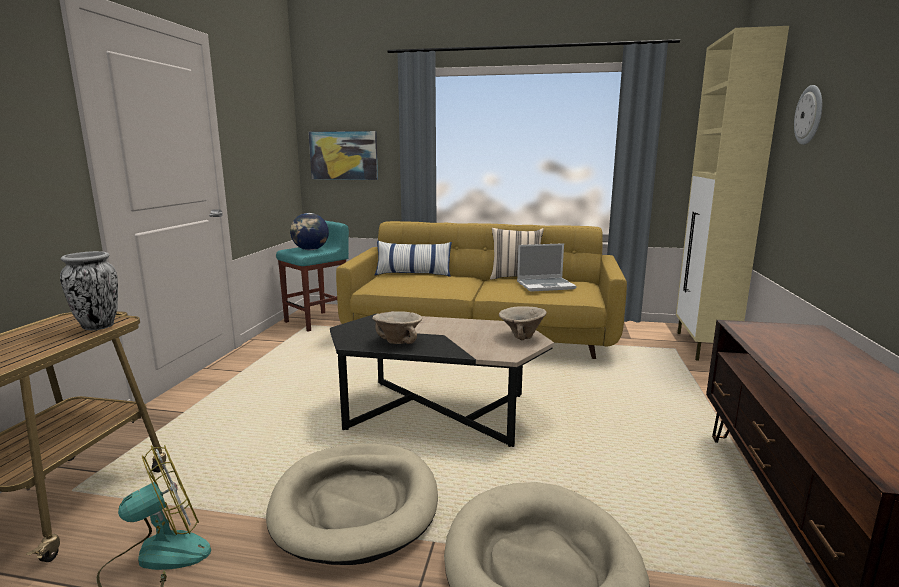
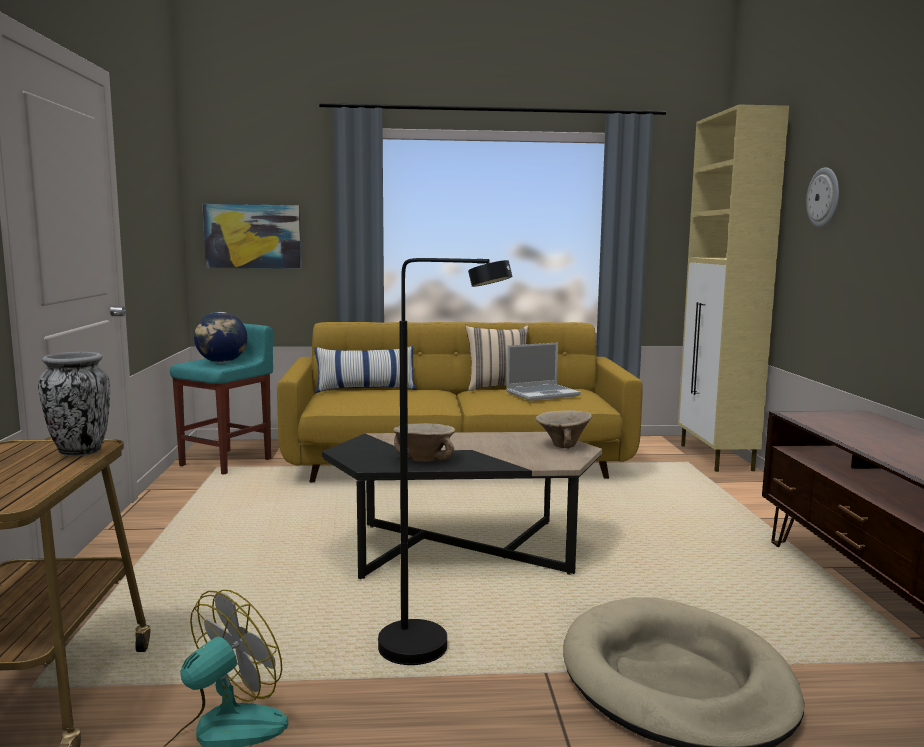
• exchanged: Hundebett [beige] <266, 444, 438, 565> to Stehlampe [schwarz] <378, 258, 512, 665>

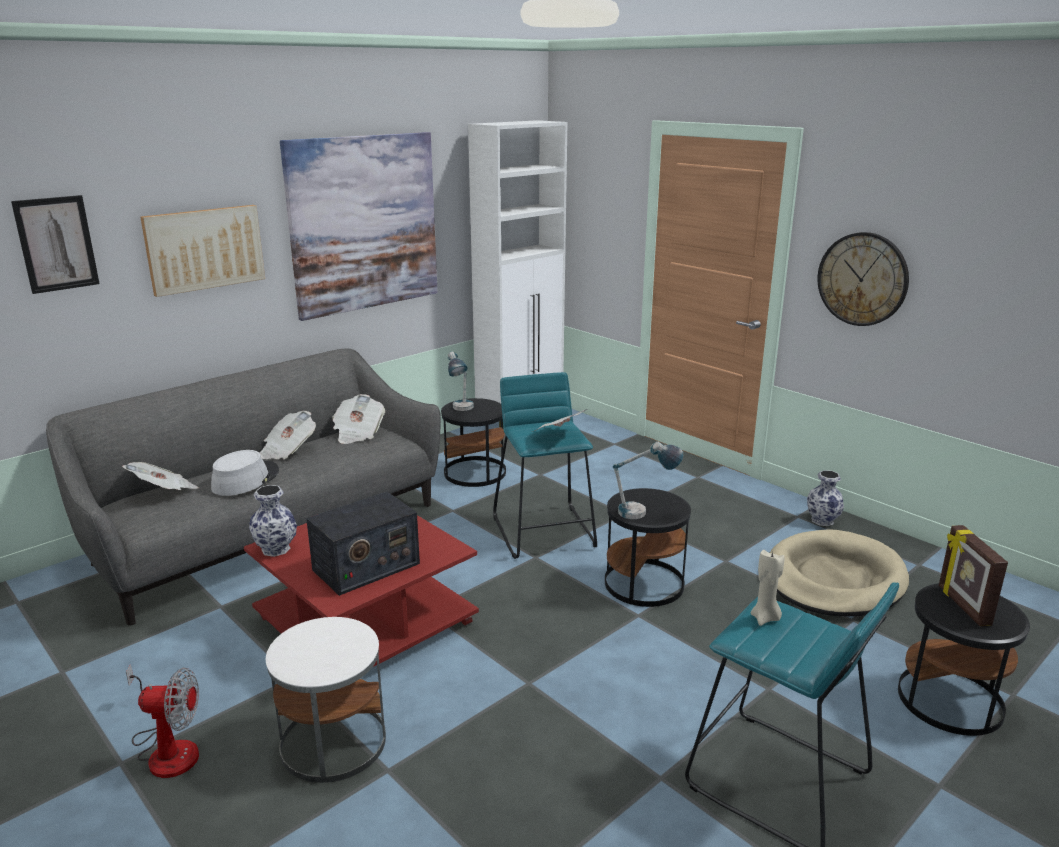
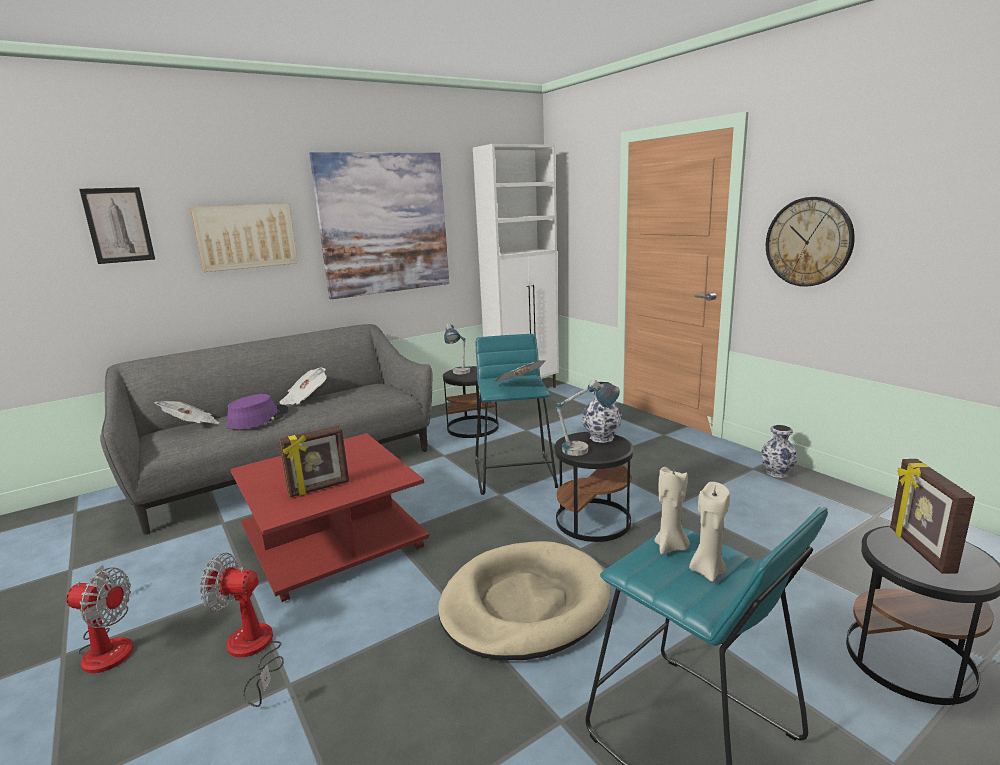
• colour: Hut [grau] <211, 450, 279, 496> to Hut [lila] <227, 394, 289, 429>
• relocated: Vase <249, 485, 297, 557> to <582, 382, 622, 443>
• exchanged: Beistelltisch [weiß] <266, 617, 386, 783> to Ventilator <200, 553, 284, 707>
• exchanged: Radio <306, 492, 420, 596> to Bilderrahmen <279, 425, 349, 497>
• missing: Zeitung <332, 394, 385, 444>
• relocated: Hundebett [beige] <770, 529, 909, 616> to <438, 541, 610, 660>
• appeared: Kerze [beige] <689, 482, 730, 582>

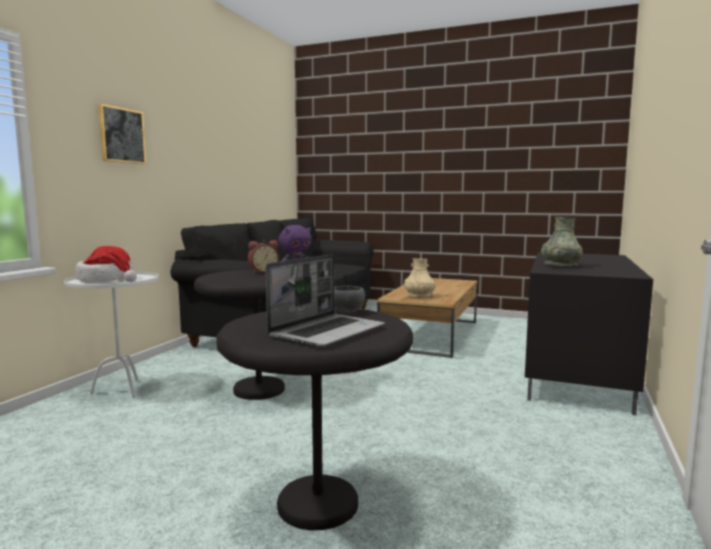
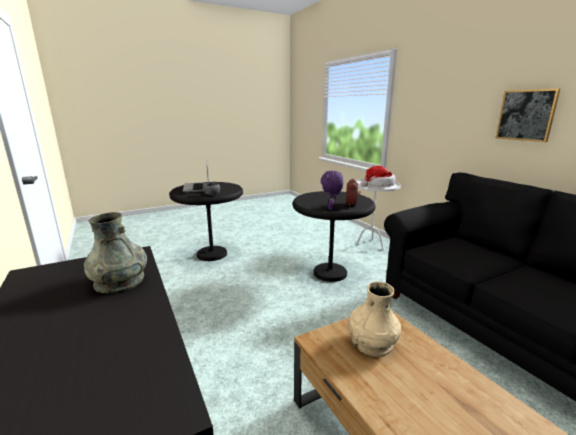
• relocated: Bild <98, 104, 146, 164> to <496, 88, 560, 142>

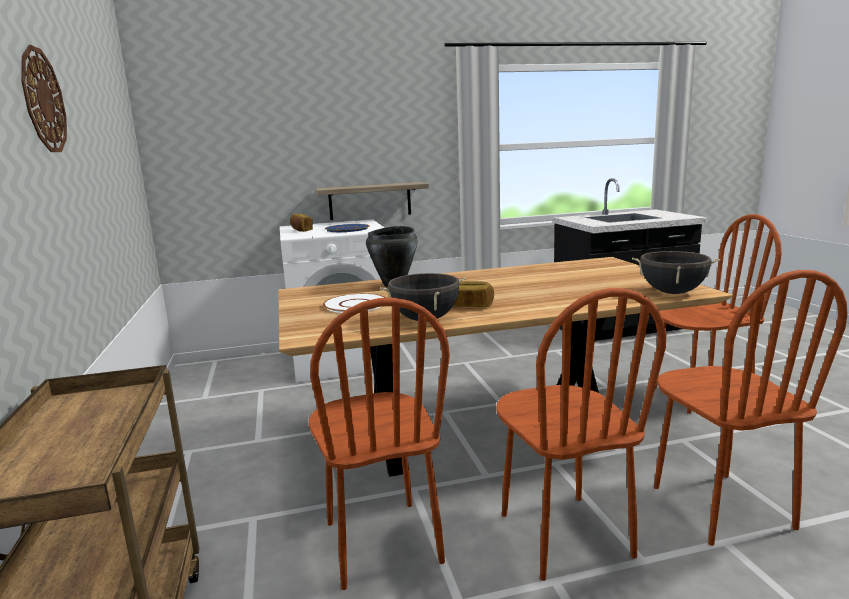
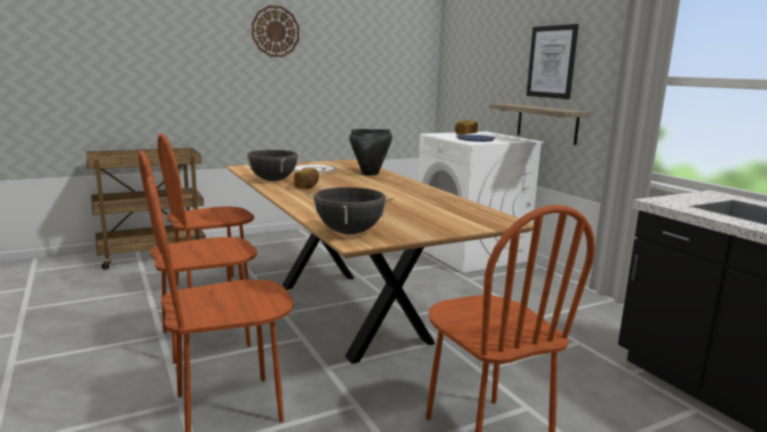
• appeared: Bild <526, 24, 579, 99>

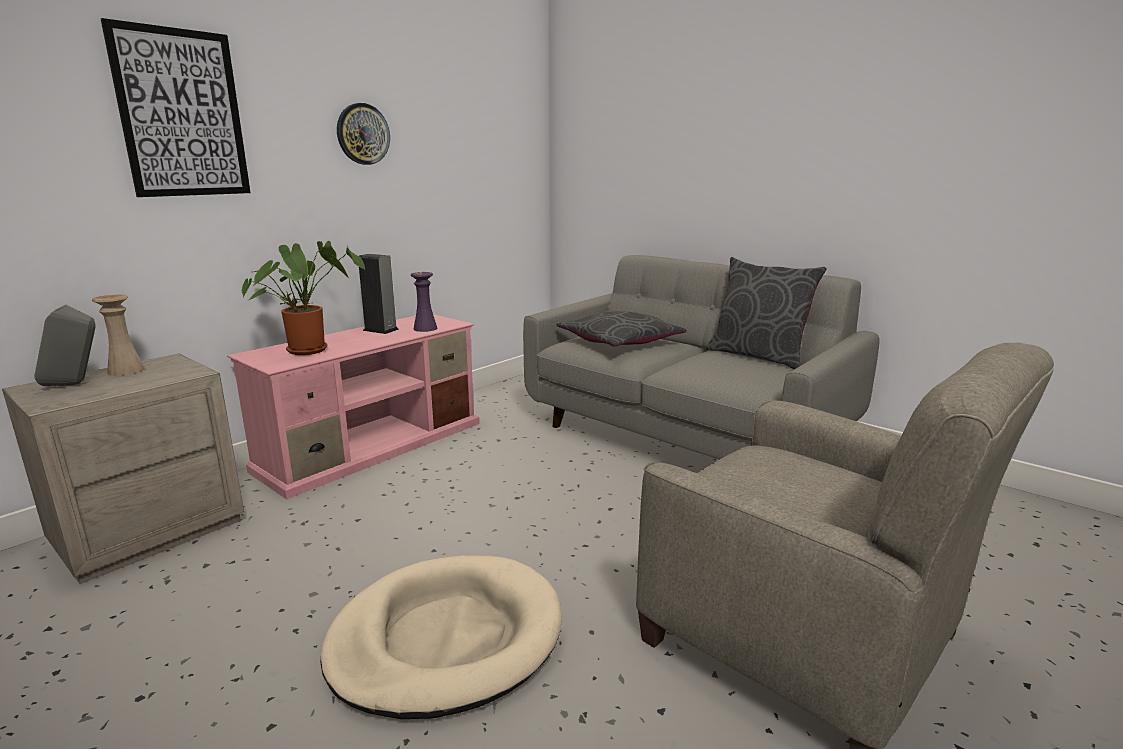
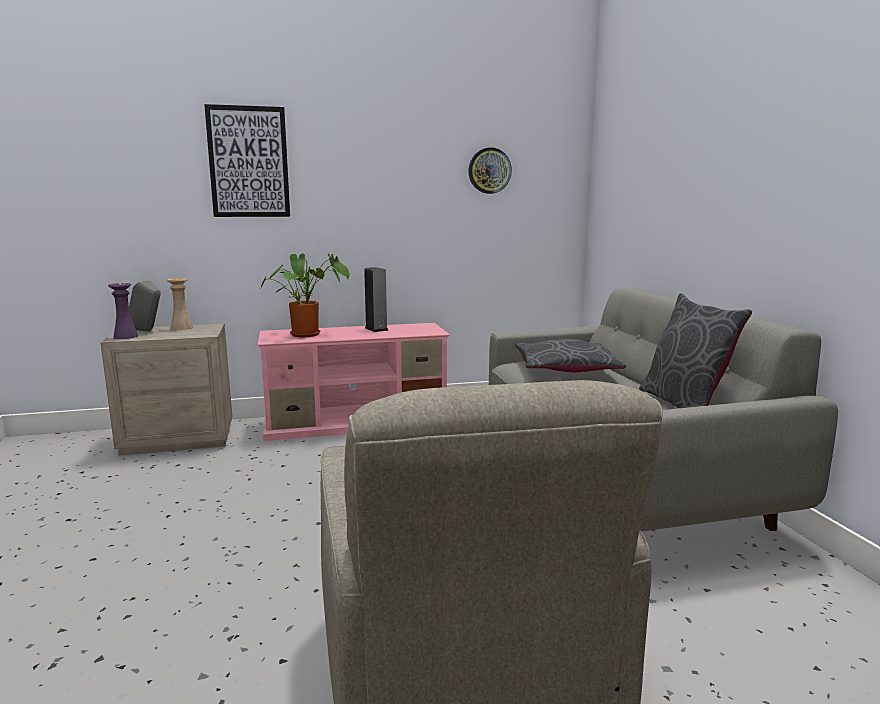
• missing: Hundebett [beige] <321, 555, 562, 719>
• relocated: Wanduhr <337, 103, 390, 165> to <468, 147, 512, 194>
• relocated: Vase [lila] <411, 272, 437, 332> to <108, 283, 138, 339>

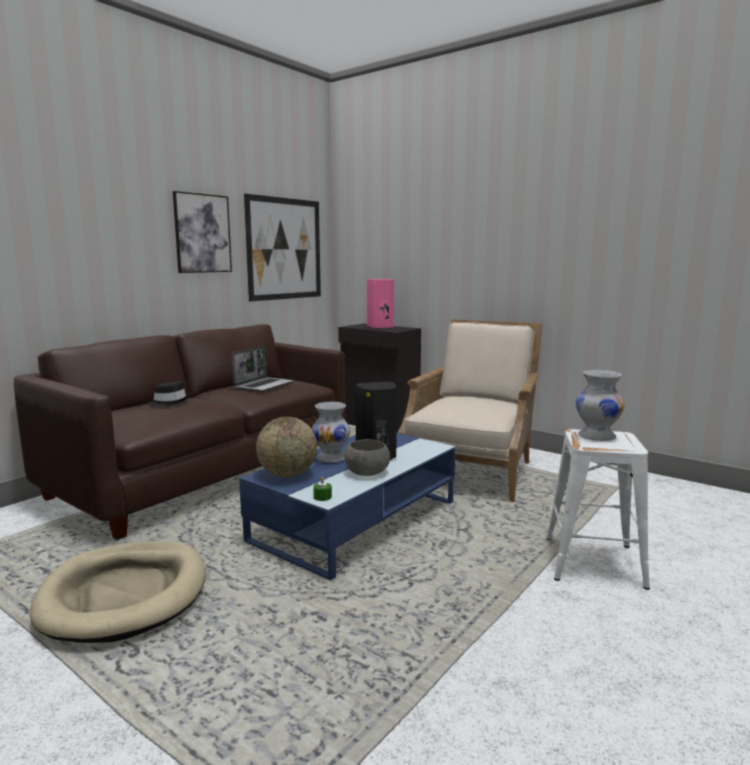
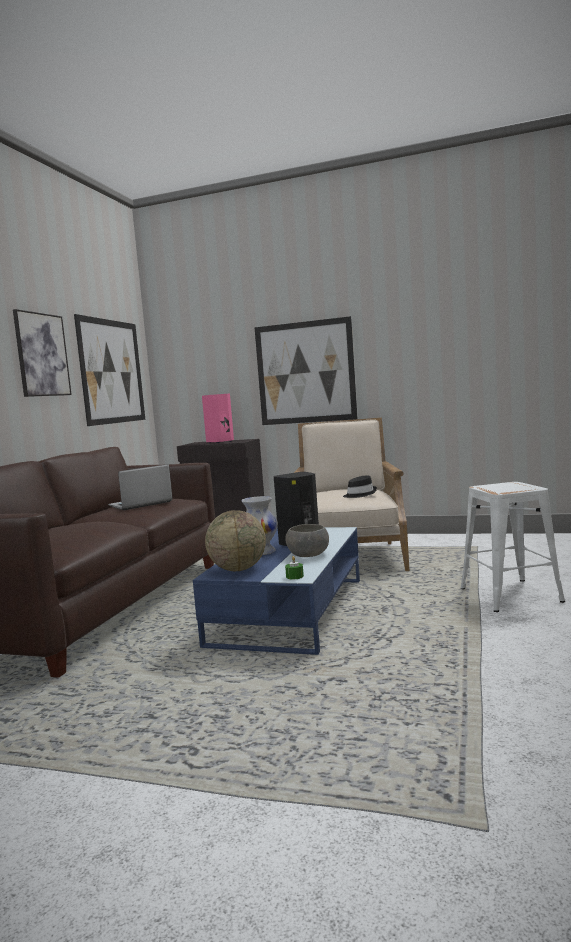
• missing: Hundebett [beige] <30, 541, 206, 643>
• relocated: Hut [schwarz] <149, 381, 190, 406> to <343, 476, 377, 498>
• spun: Laptop <232, 346, 293, 392> = <108, 464, 173, 510> 135 degrees counterclockwise
• missing: Vase [weiß] <576, 370, 625, 441>
• appeared: Bild <255, 316, 358, 425>

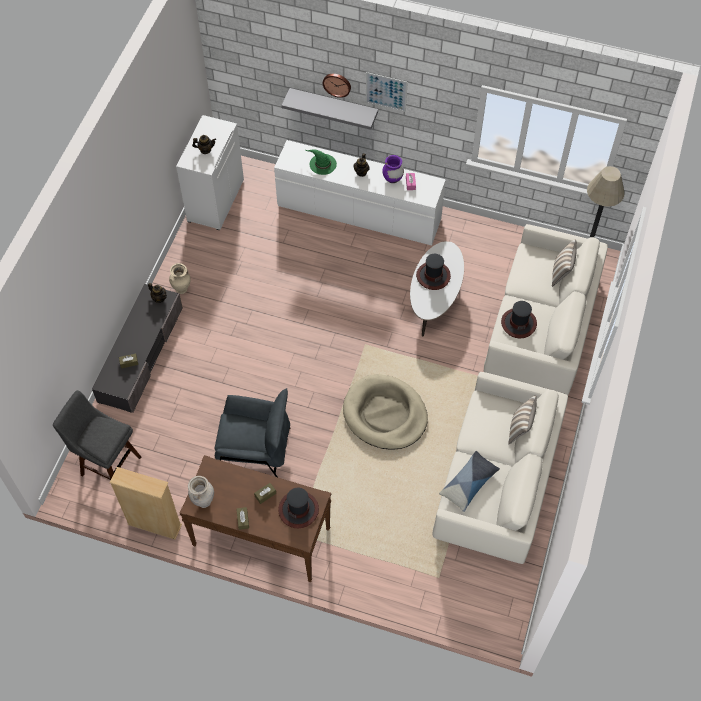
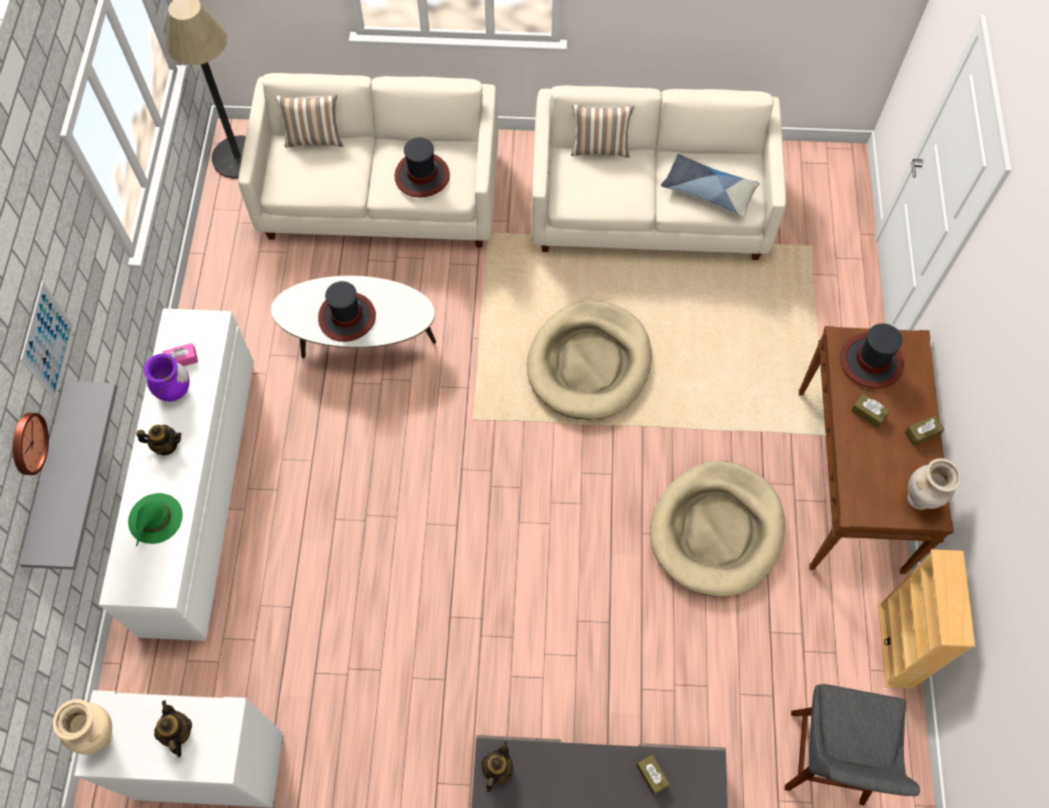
• relocated: Vase [beige] <169, 263, 190, 294> to <53, 699, 113, 755>
• exchanged: Sessel [grau] <215, 388, 290, 477> to Hundebett [beige] <650, 461, 785, 597>

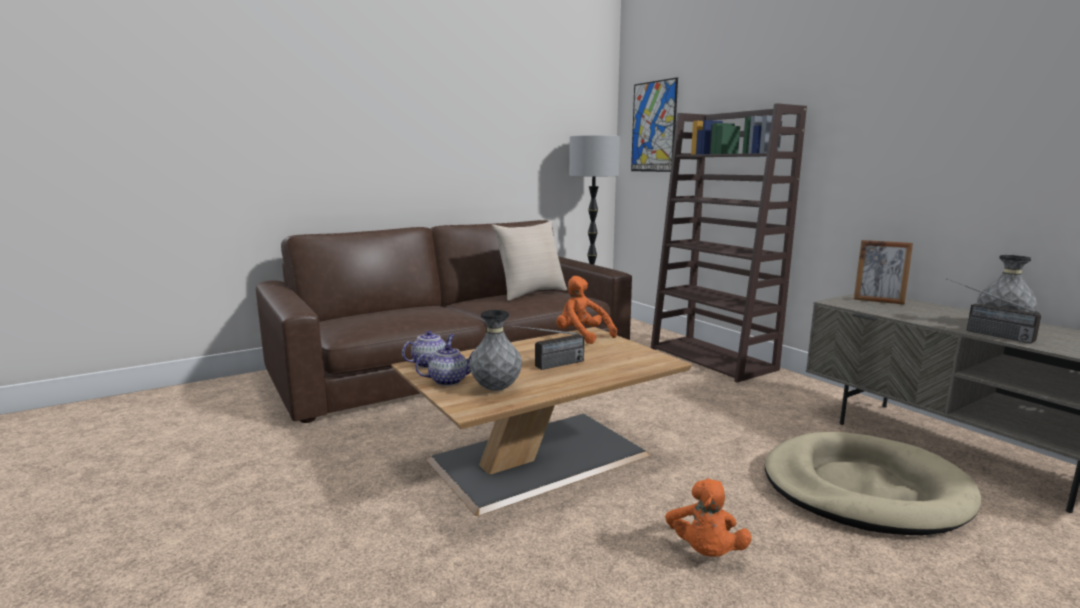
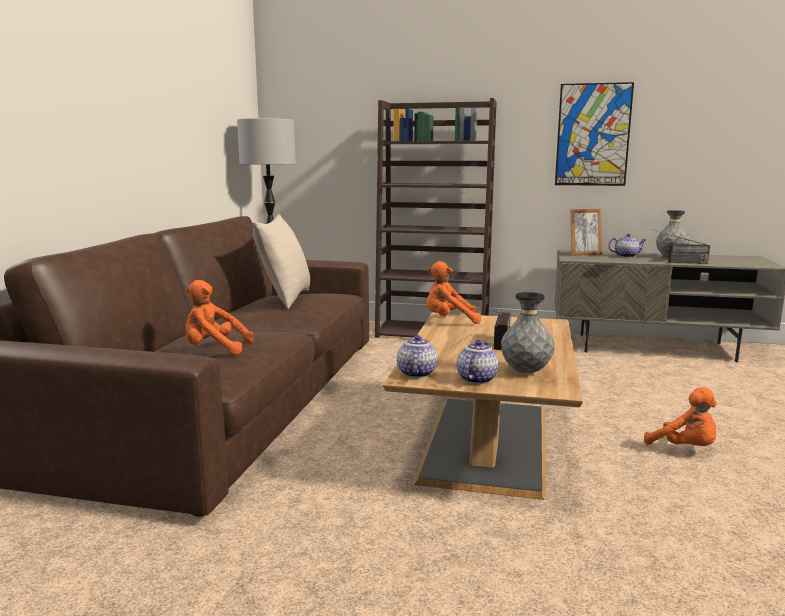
• relocated: Bild <631, 78, 678, 172> to <555, 82, 634, 186>
• missing: Hundebett [beige] <765, 432, 981, 535>
• appeared: Plüschtier [orange] <186, 280, 254, 355>
• appeared: Teekanne <608, 233, 646, 257>

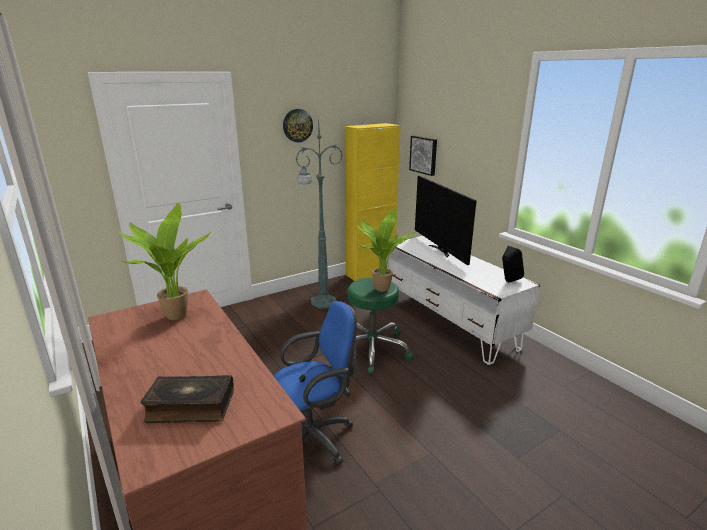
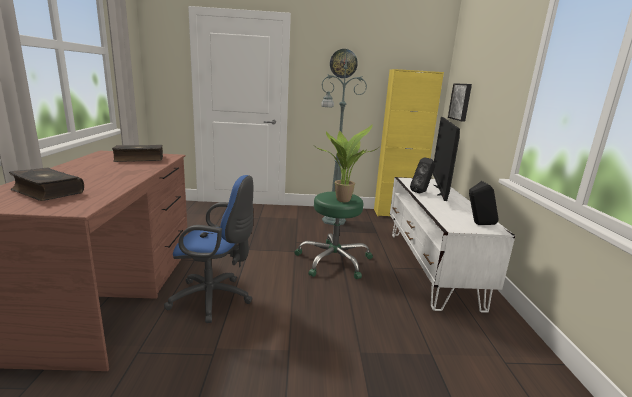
• exchanged: Topfpflanze <119, 202, 211, 320> to Buch <112, 145, 163, 162>
• appeared: Lautsprecher [schwarz] <410, 158, 435, 194>

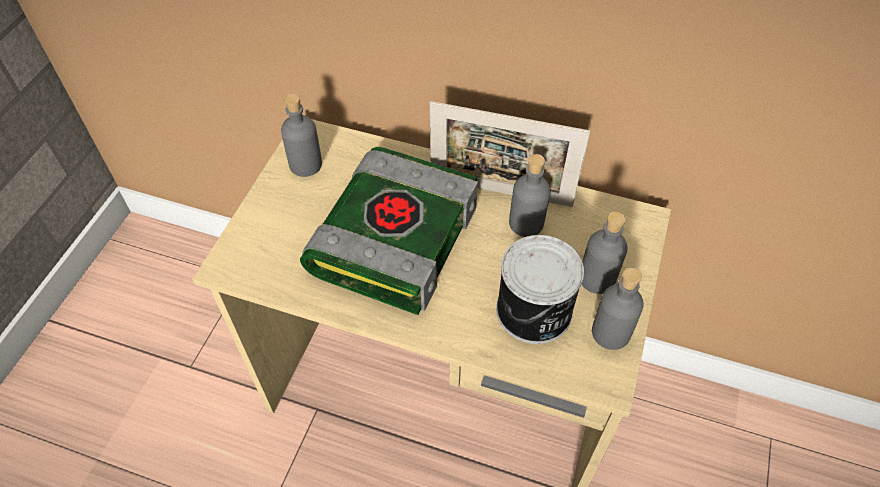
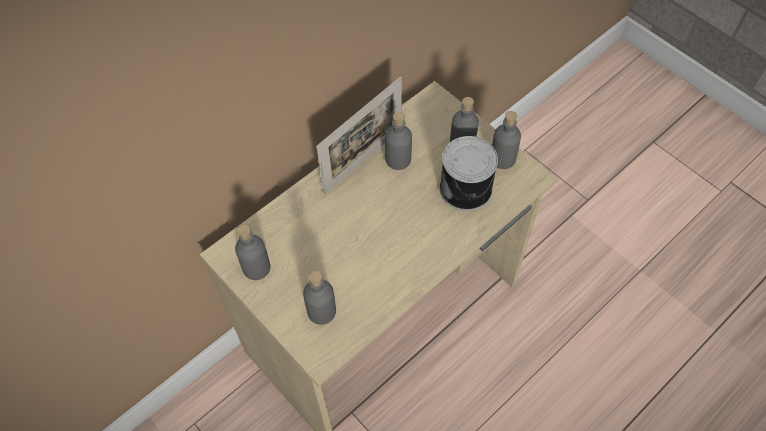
• missing: Buch <300, 147, 478, 315>
• appeared: Flasche [grau] <303, 271, 336, 325>

